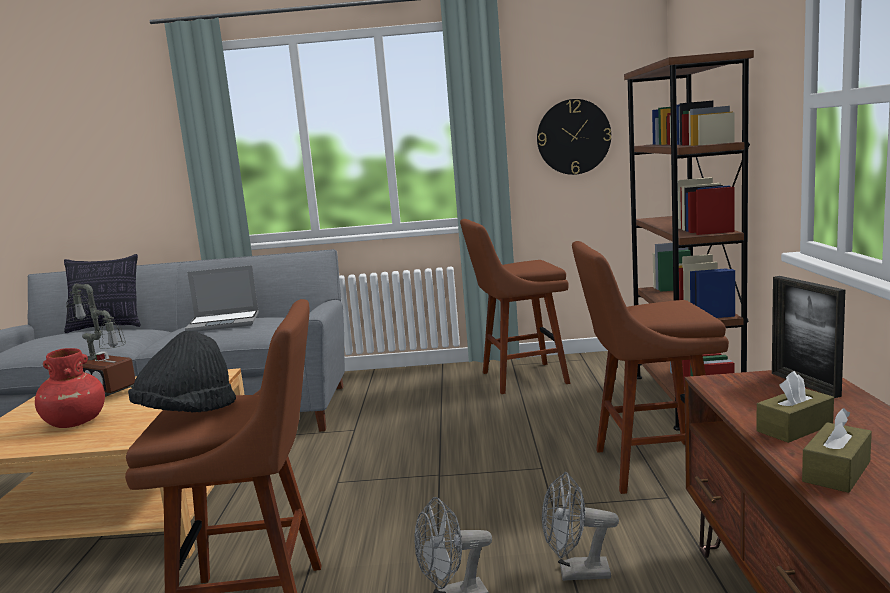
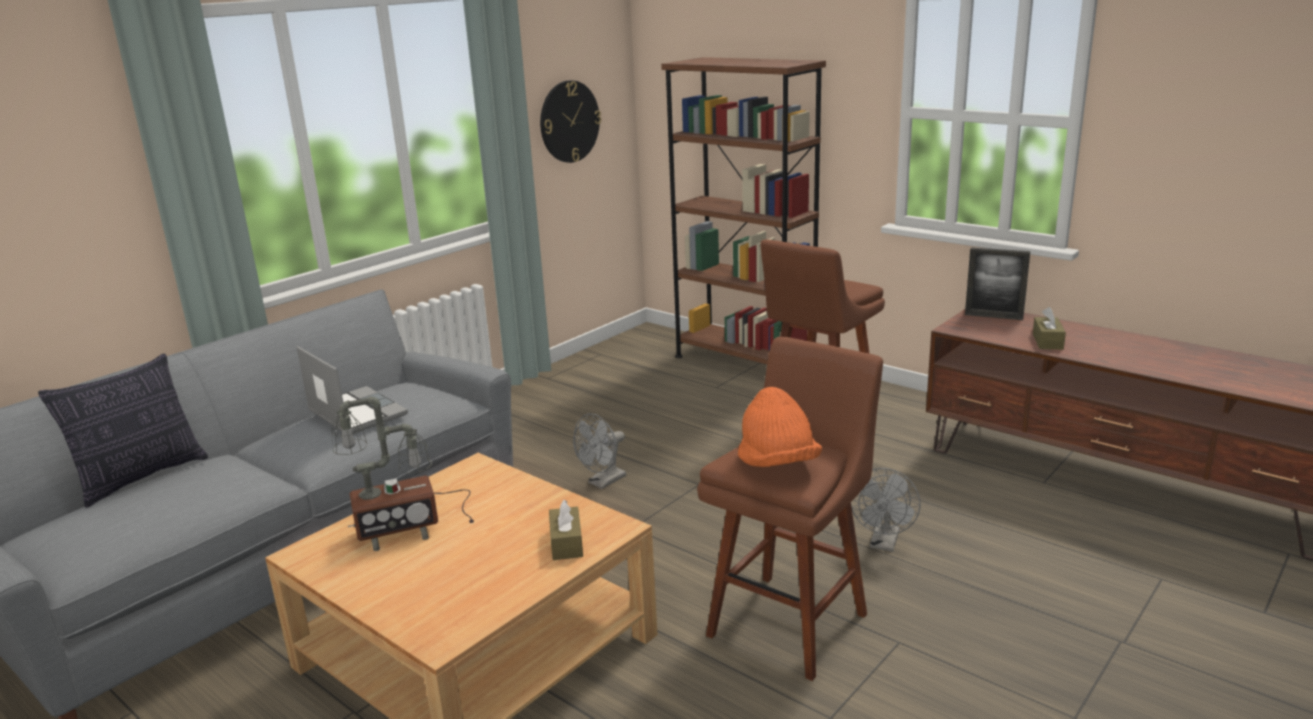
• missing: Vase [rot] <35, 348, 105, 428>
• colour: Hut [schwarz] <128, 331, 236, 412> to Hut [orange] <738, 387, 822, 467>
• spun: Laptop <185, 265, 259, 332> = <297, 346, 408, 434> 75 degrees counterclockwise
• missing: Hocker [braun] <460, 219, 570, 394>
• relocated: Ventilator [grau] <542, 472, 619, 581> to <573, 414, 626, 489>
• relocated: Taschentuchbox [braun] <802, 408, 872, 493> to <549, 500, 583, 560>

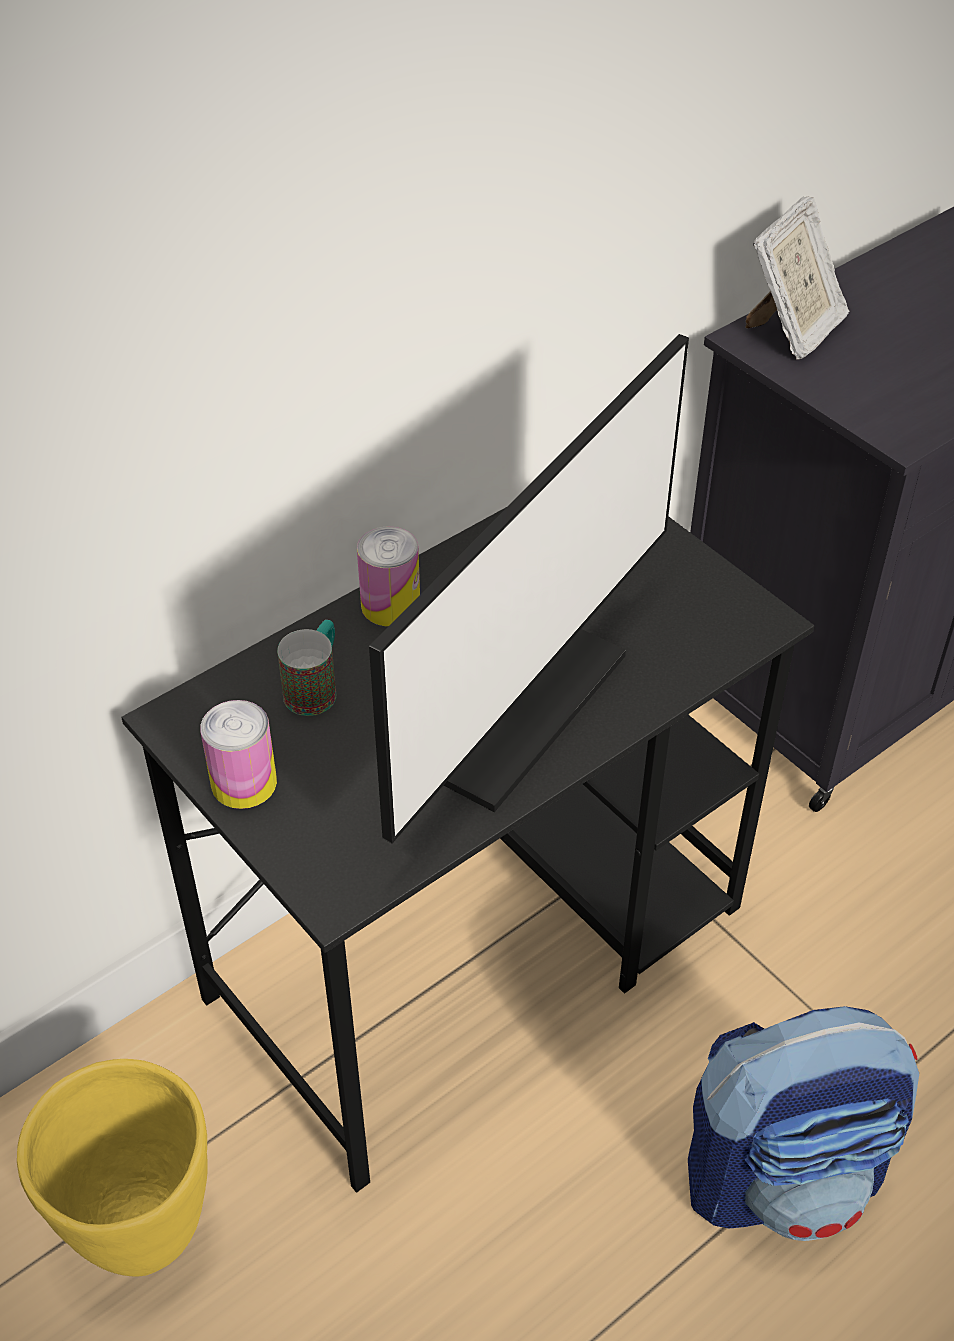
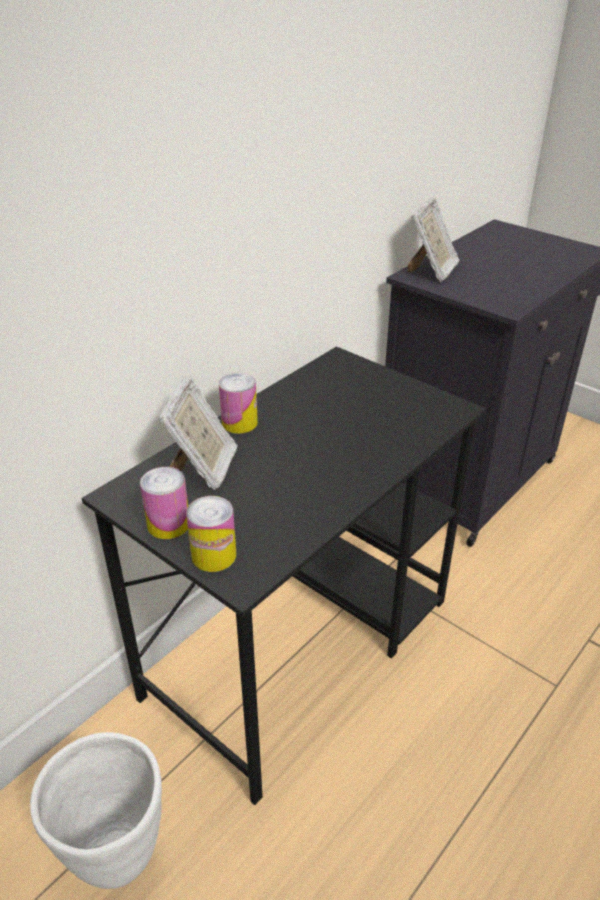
• colour: Pflanzkübel [gelb] <17, 1059, 208, 1277> to Pflanzkübel [weiß] <30, 732, 162, 889>
• exchanged: Henkelbecher <277, 620, 336, 716> to Bilderrahmen <159, 376, 238, 490>
• missing: Monitor <369, 334, 689, 844>
• missing: Rucksack <688, 1006, 919, 1241>
• appeared: Dose <186, 496, 236, 572>

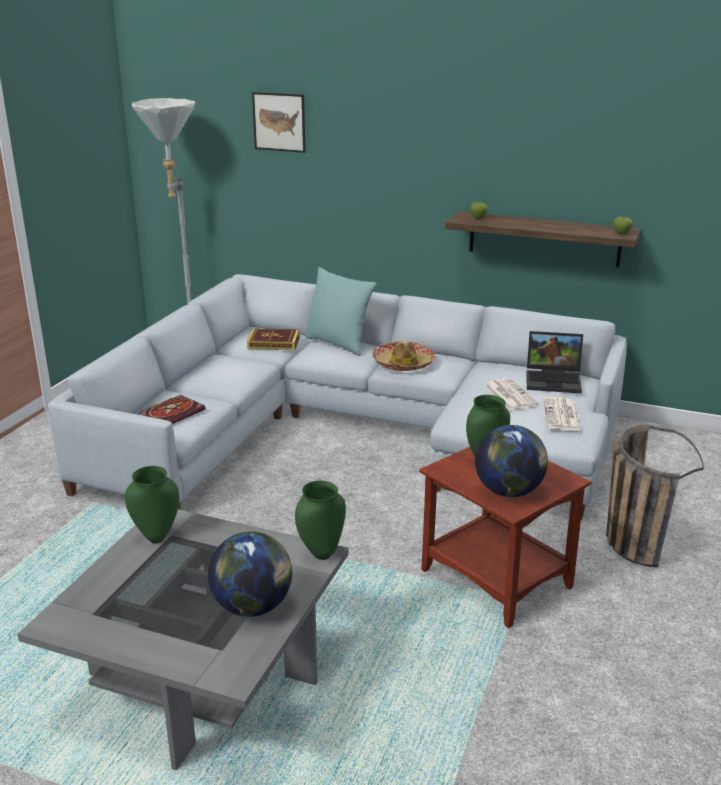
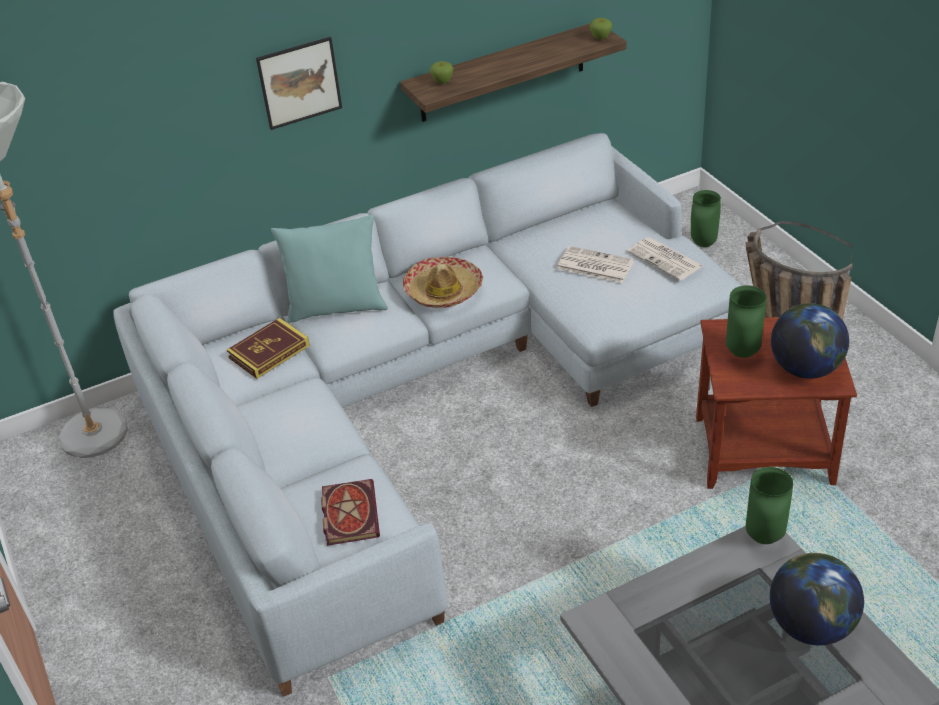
• relocated: Vase [grün] <125, 466, 179, 543> to <691, 190, 721, 247>
• relocated: Bild <252, 92, 305, 153> to <256, 37, 342, 130>
• missing: Laptop <526, 331, 583, 393>

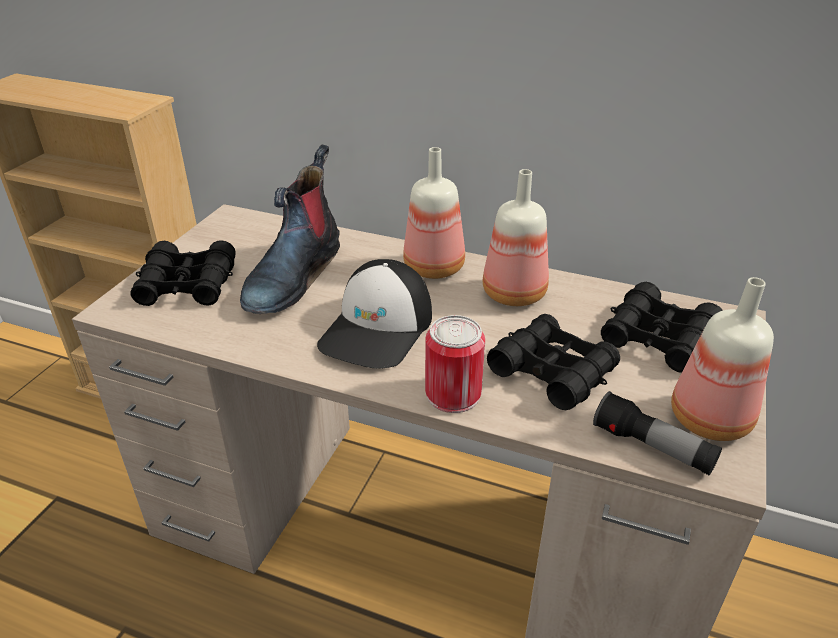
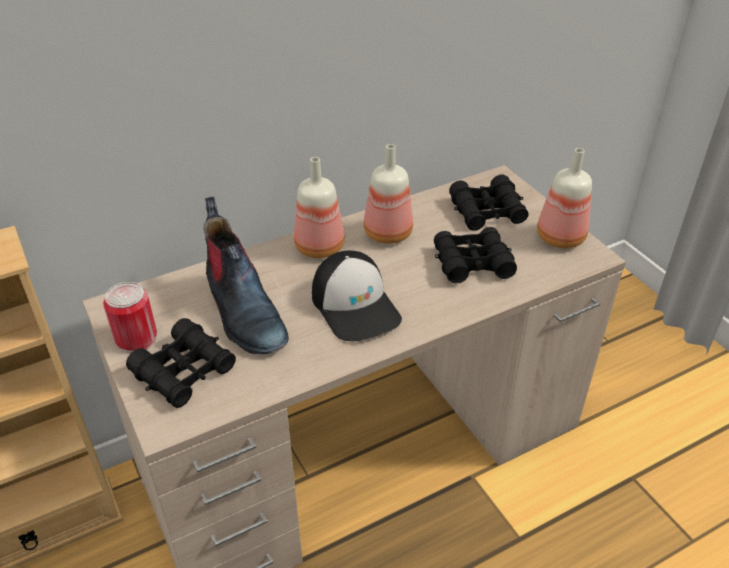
• relocated: Dose <425, 315, 485, 413> to <103, 282, 157, 353>
• missing: Taschenlampe <593, 391, 722, 475>

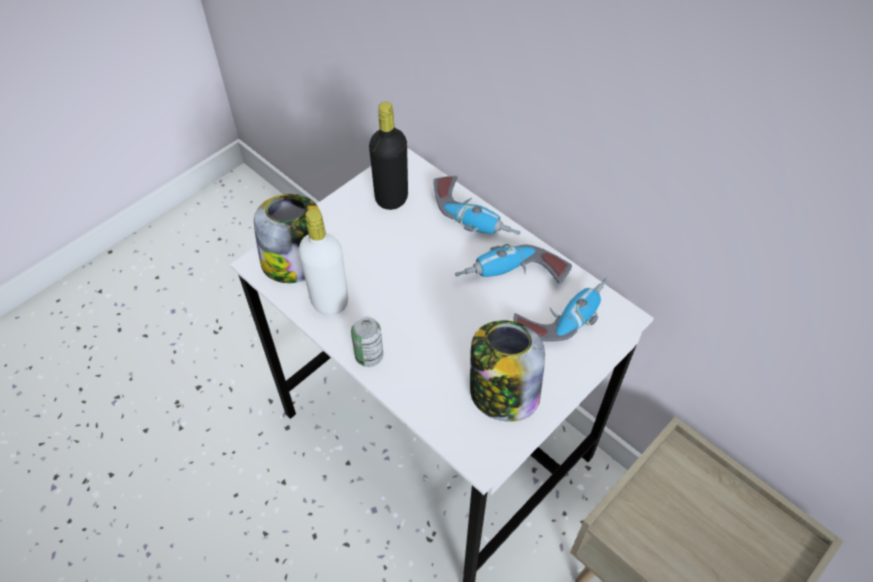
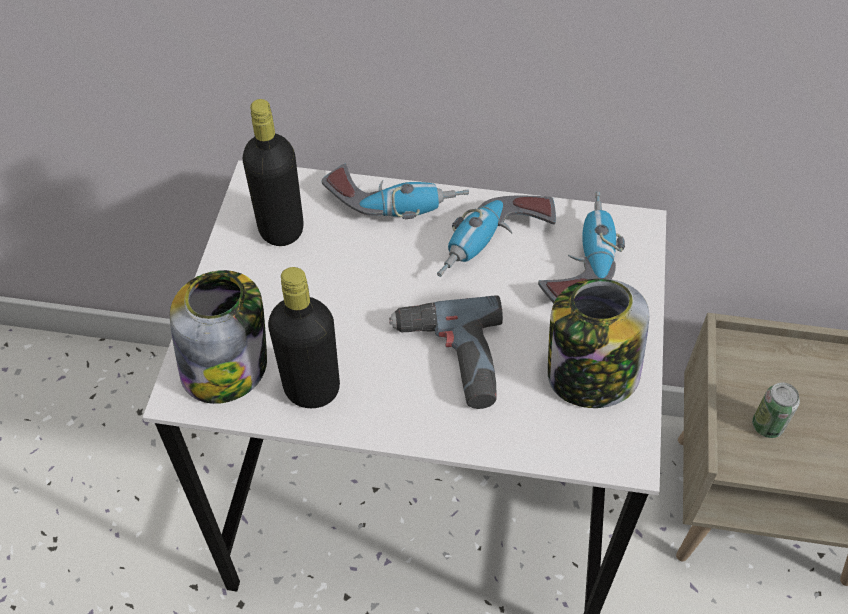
• colour: Flasche [weiß] <299, 209, 348, 315> to Flasche [schwarz] <268, 267, 340, 408>
• relocated: Dose <351, 316, 383, 367> to <752, 382, 800, 438>
• appeared: Bohrmaschine <389, 296, 503, 409>

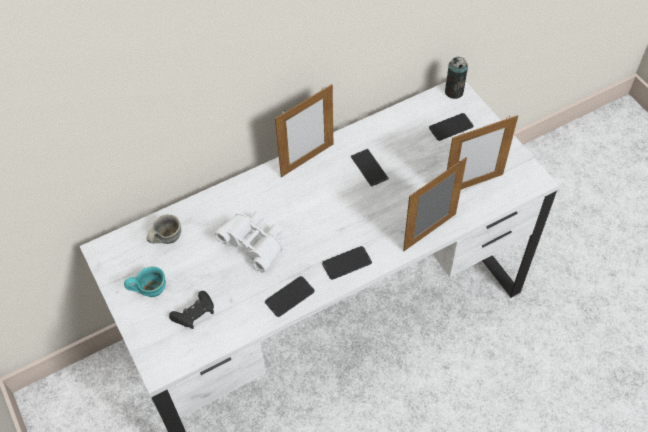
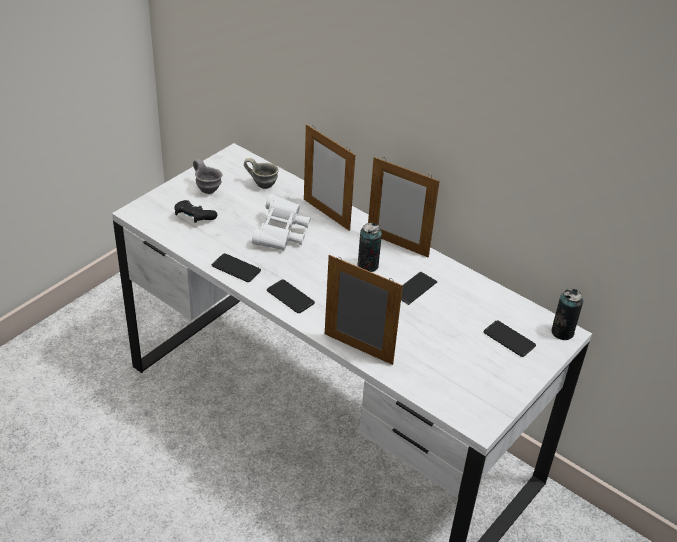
• colour: Henkelbecher [türkis] <124, 266, 166, 297> to Henkelbecher [grau] <193, 159, 222, 194>
• relocated: Bilderrahmen <447, 115, 518, 190> to <304, 124, 355, 231>
• appeared: Dose <357, 223, 382, 272>

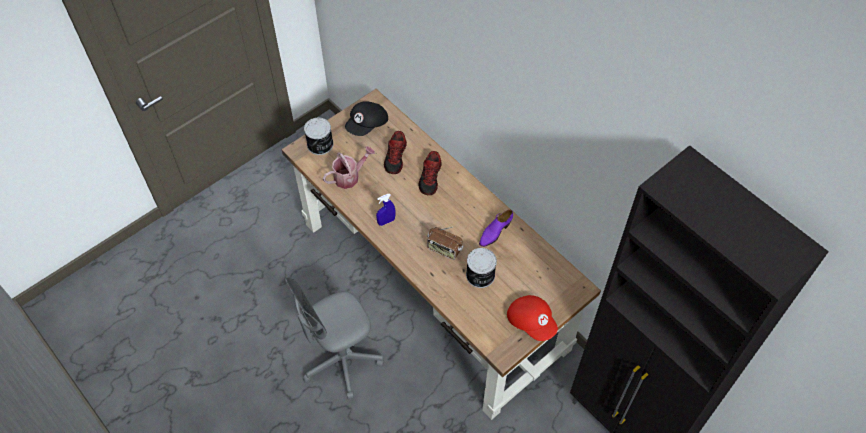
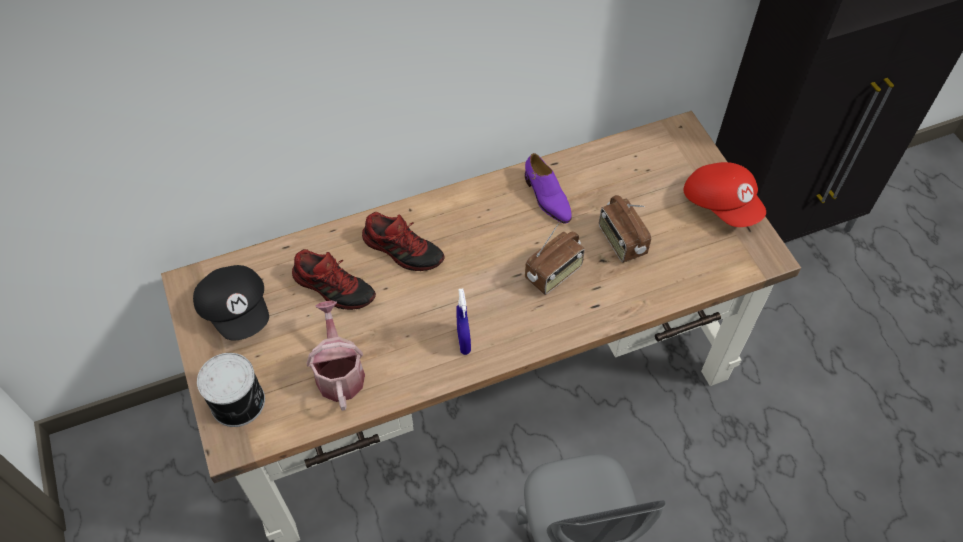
• exchanged: Dose <466, 248, 497, 288> to Radio <599, 195, 651, 263>
• spun: Kappe [rot] <507, 295, 558, 341> = <683, 162, 766, 227> 75 degrees clockwise

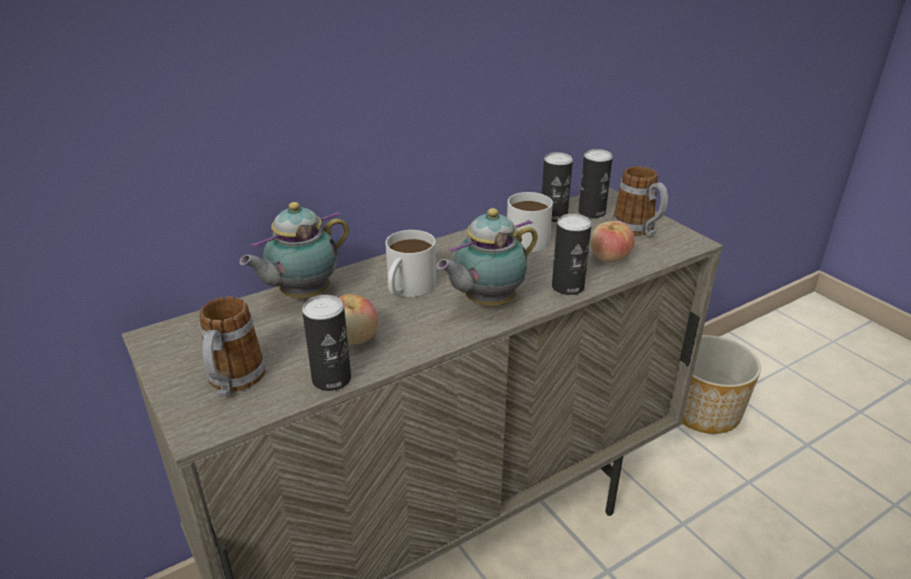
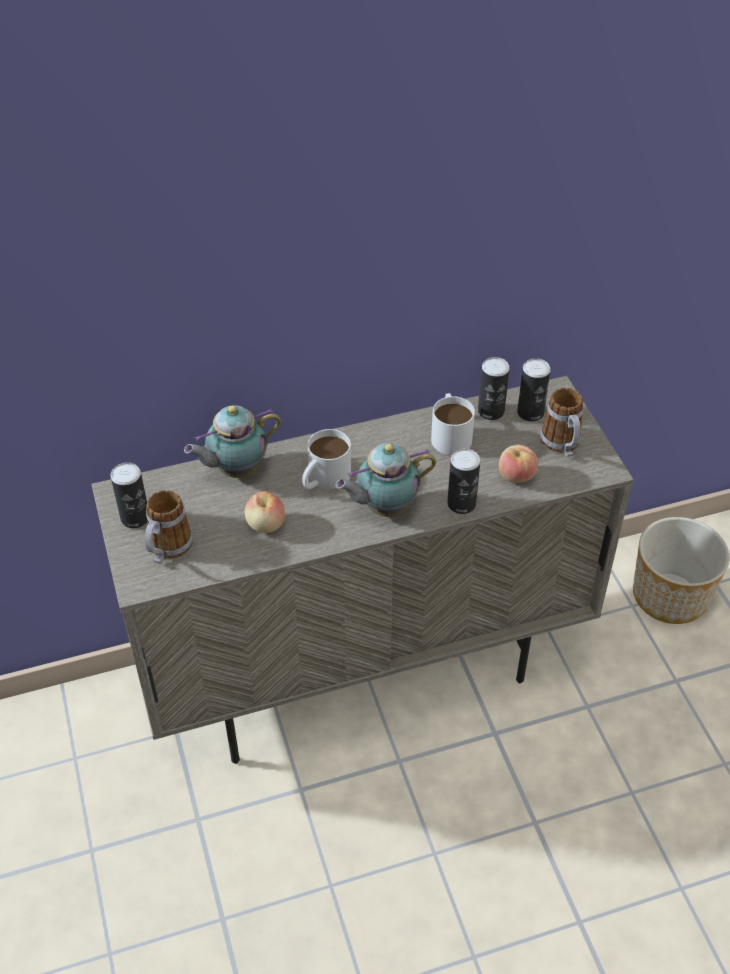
• relocated: Dose <302, 295, 351, 391> to <111, 462, 148, 528>

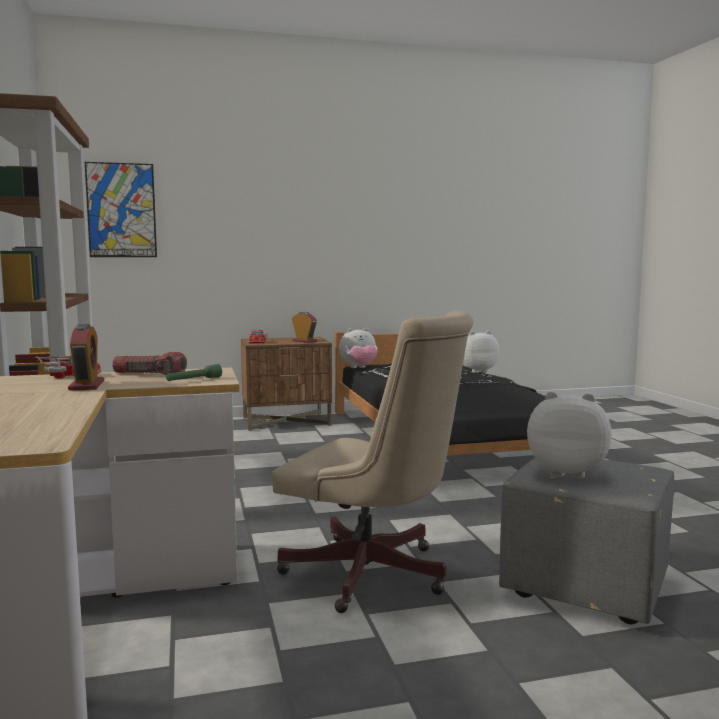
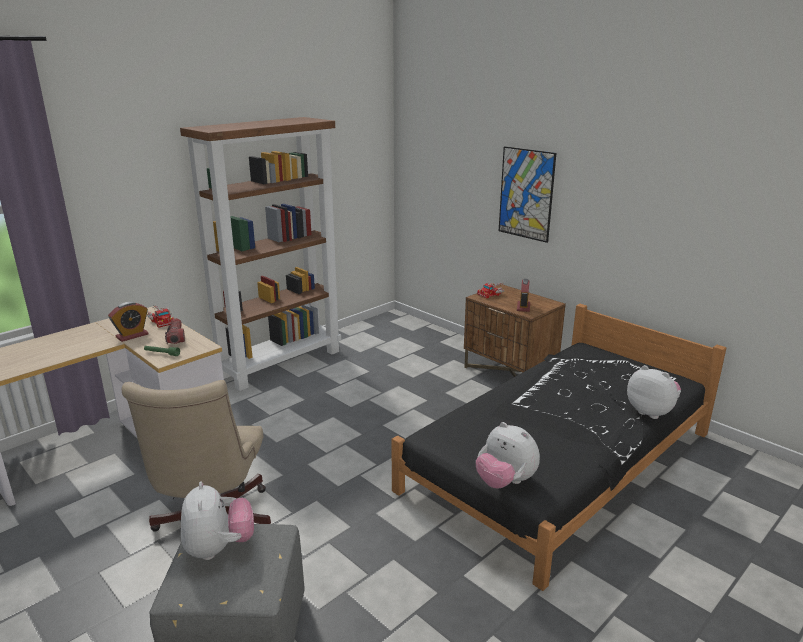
• relocated: Bild <85, 162, 157, 257> to <499, 146, 556, 243>
• relocated: Plüschtier <339, 328, 377, 368> to <476, 422, 540, 488>

